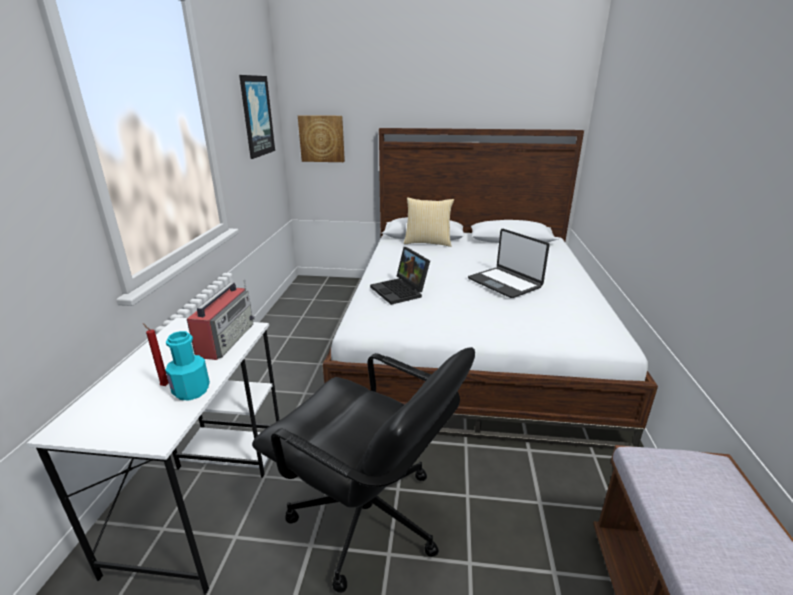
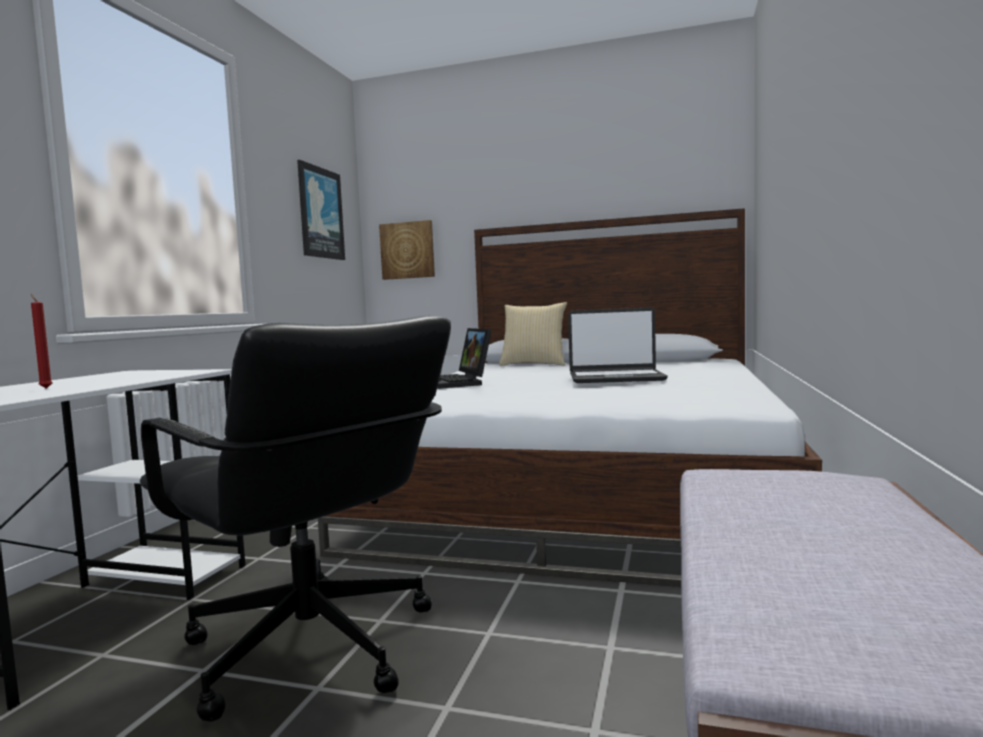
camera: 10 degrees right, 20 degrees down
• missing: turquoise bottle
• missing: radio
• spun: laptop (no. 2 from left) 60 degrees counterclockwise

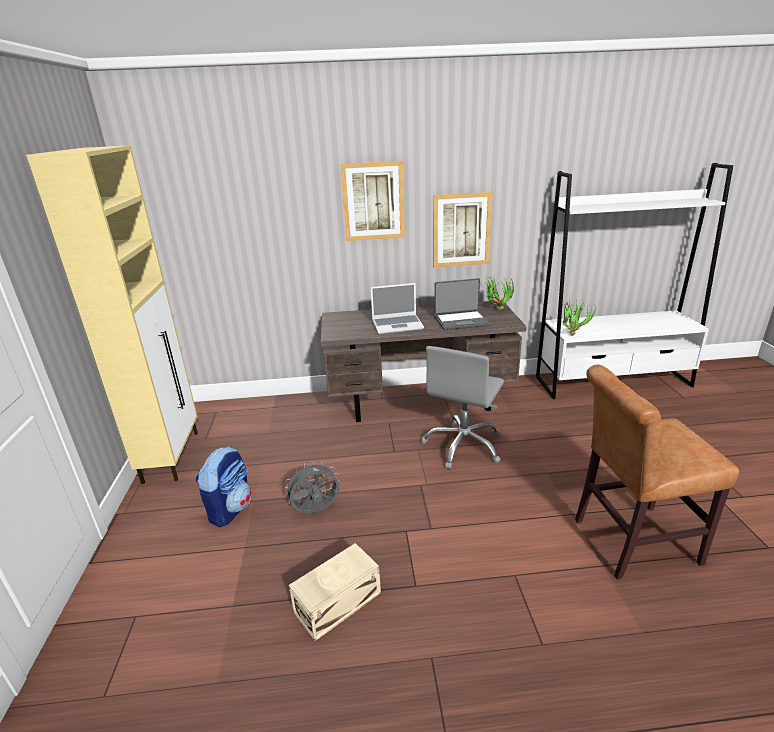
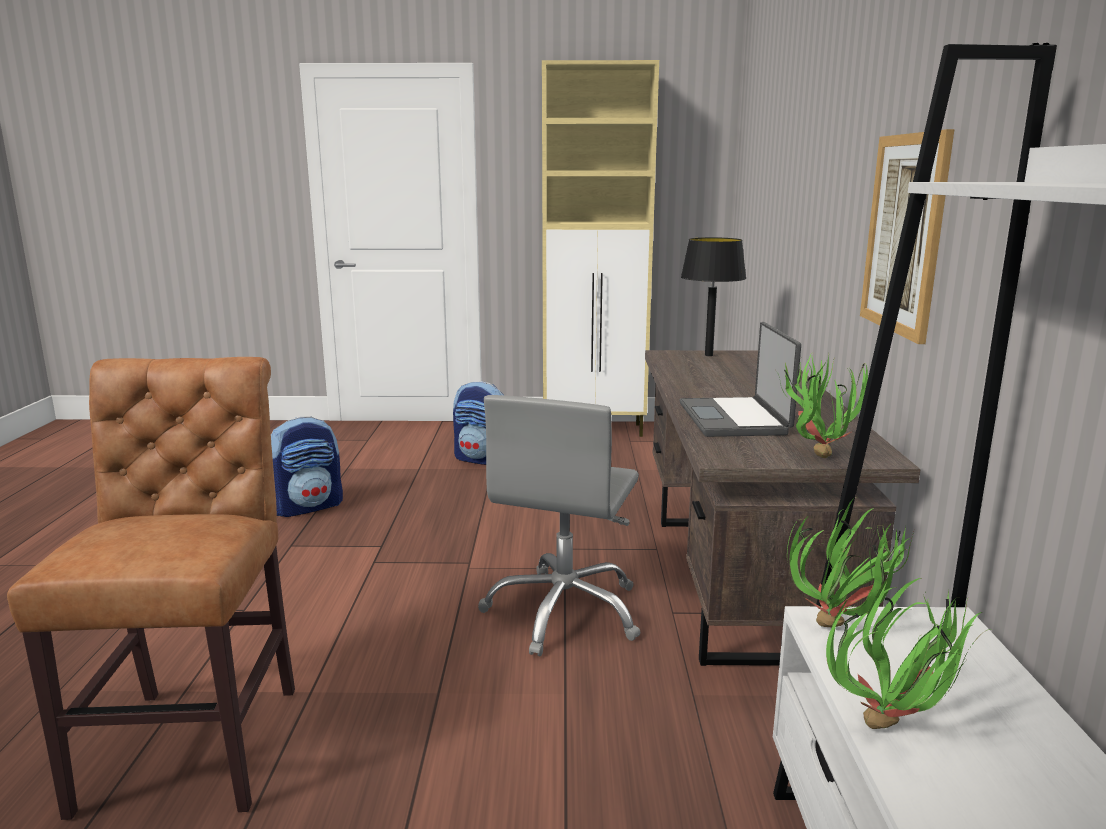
camera: 95 degrees right, 10 degrees down
• missing: grey fan
• missing: picture (no. 1 from left)
• missing: laptop (no. 1 from left)
• appeared: black table lamp
• appeared: potted plant (no. 3 from left)
• exchanged: beige storage box to backpack (no. 1 from left)
• spun: grey office chair 105 degrees counterclockwise

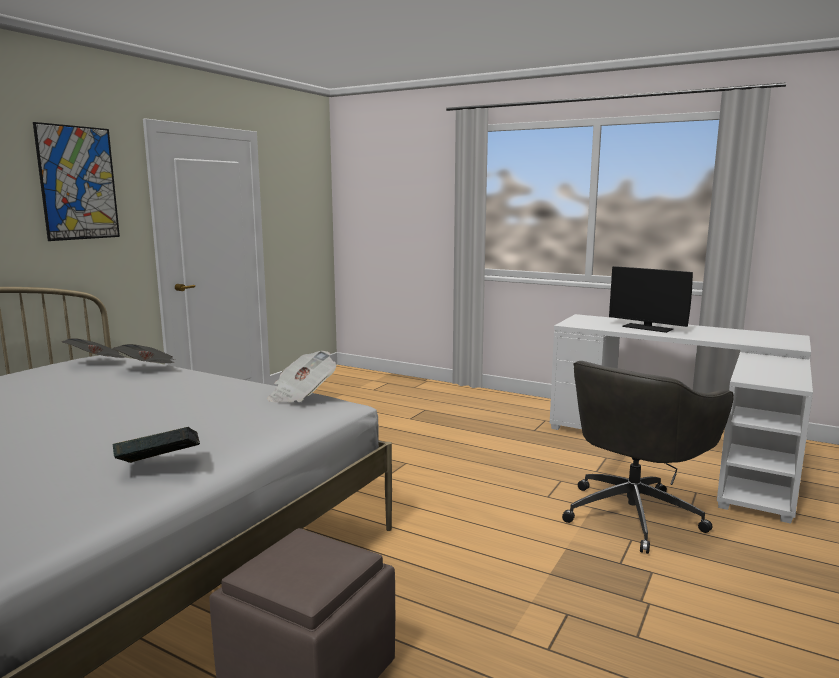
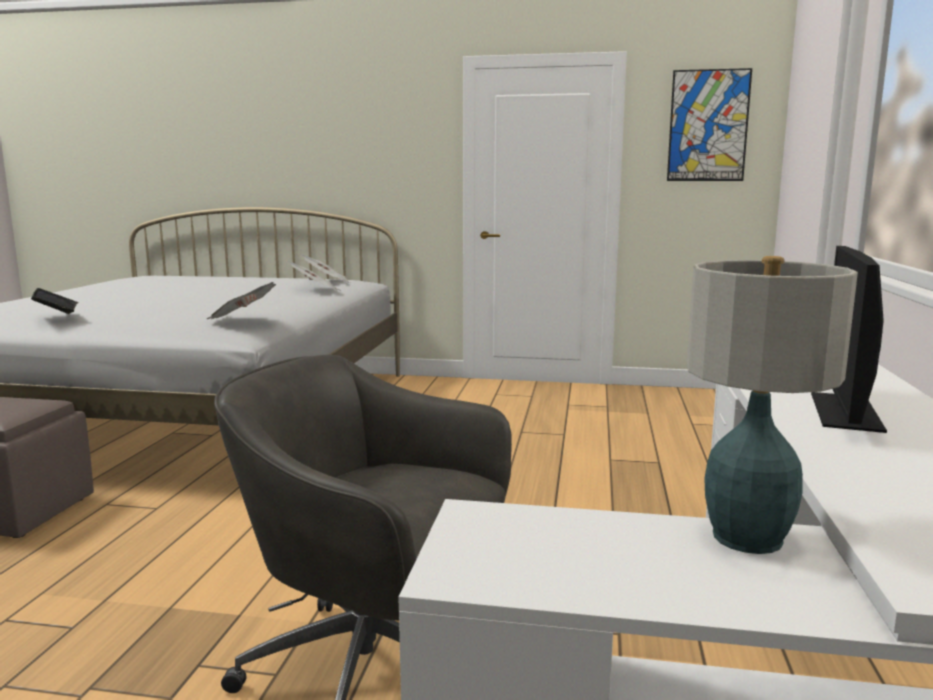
camera: 70 degrees right, 0 degrees up
• appeared: table lamp
• relocated: picture

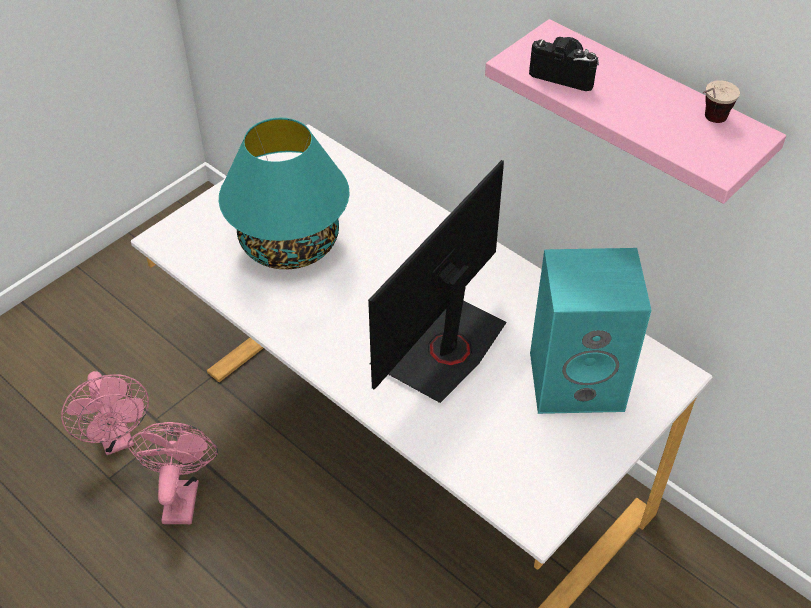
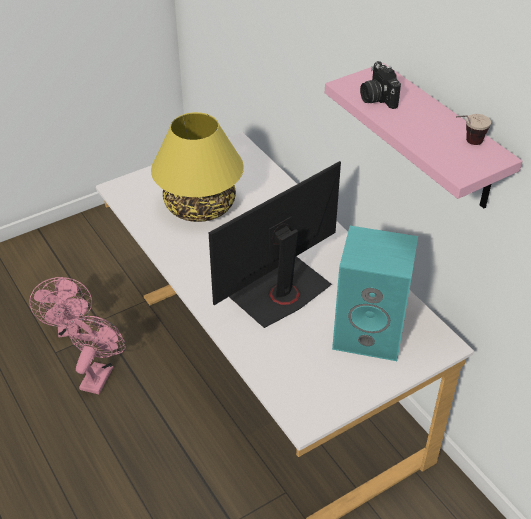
camera: 15 degrees right, 5 degrees down
• colour: turquoise table lamp to yellow table lamp
• spun: photo camera 150 degrees counterclockwise

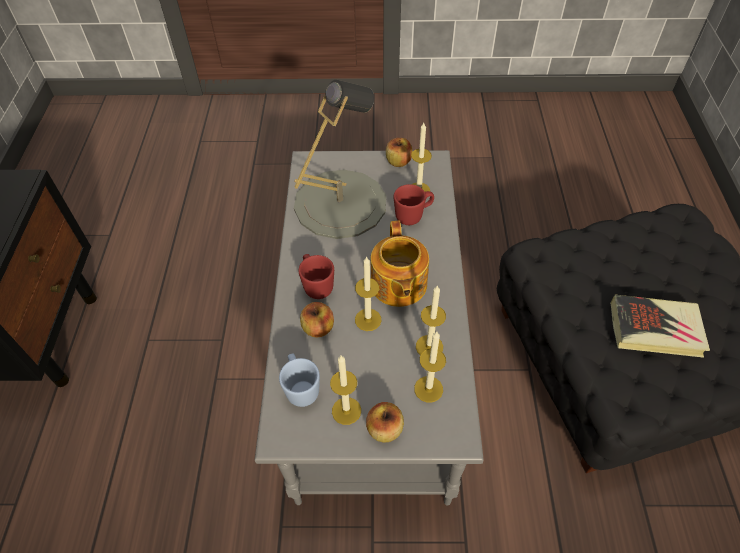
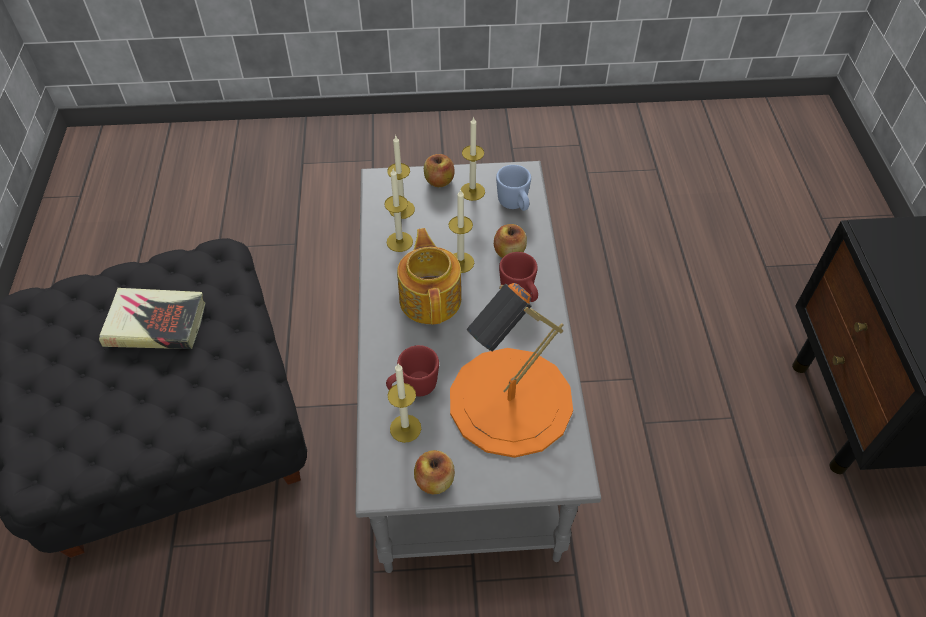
camera: 175 degrees right, 0 degrees up
• colour: grey table lamp to orange table lamp

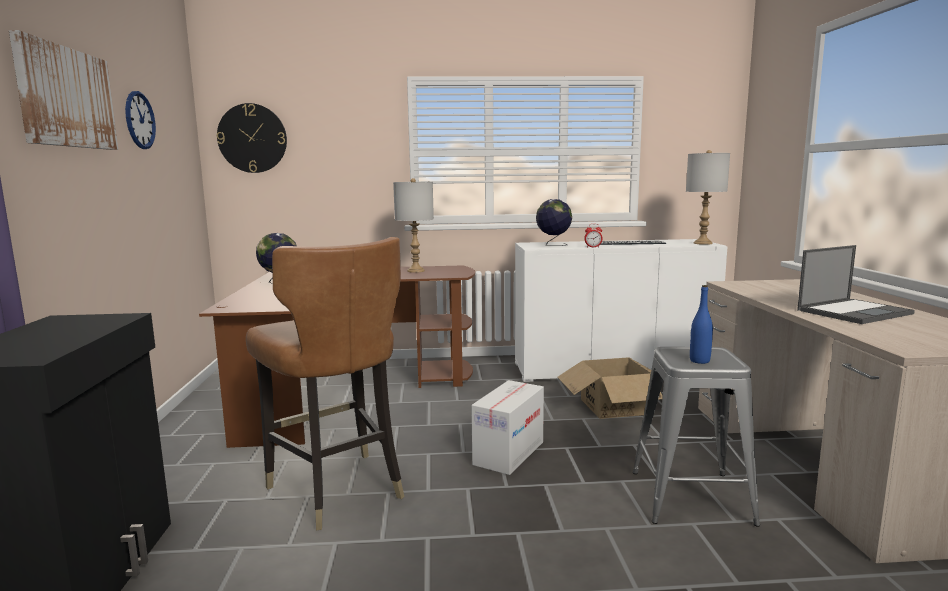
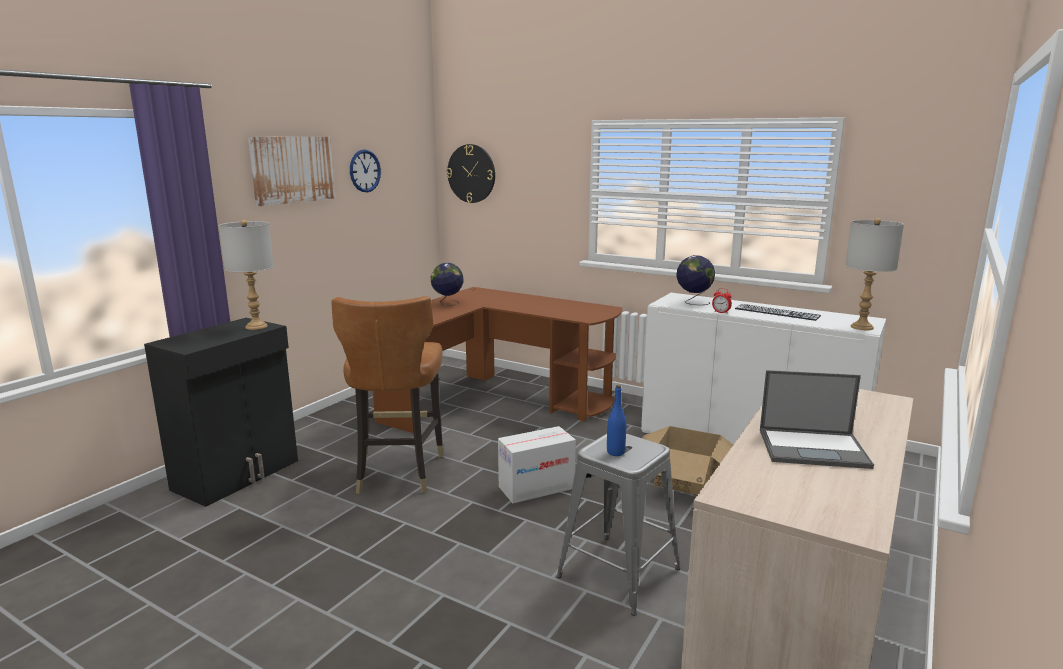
camera: 35 degrees right, 5 degrees up
• relocated: grey table lamp (no. 1 from left)

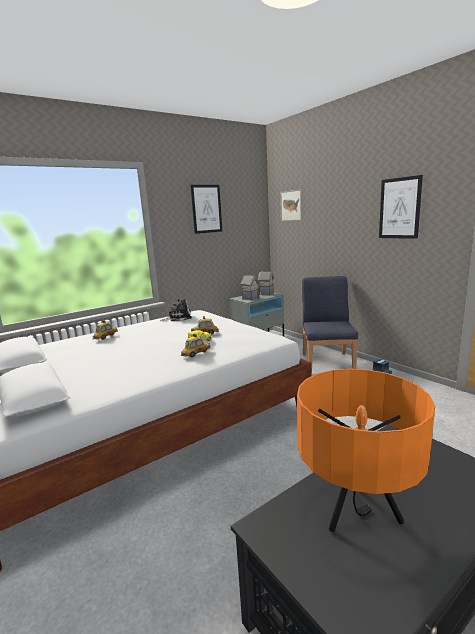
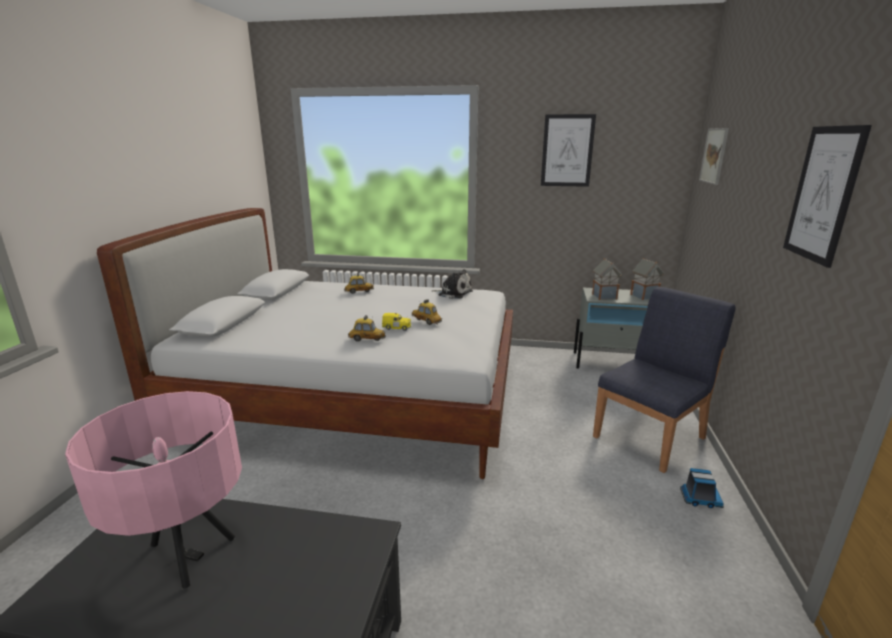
camera: 45 degrees right, 5 degrees up
• colour: orange table lamp to pink table lamp

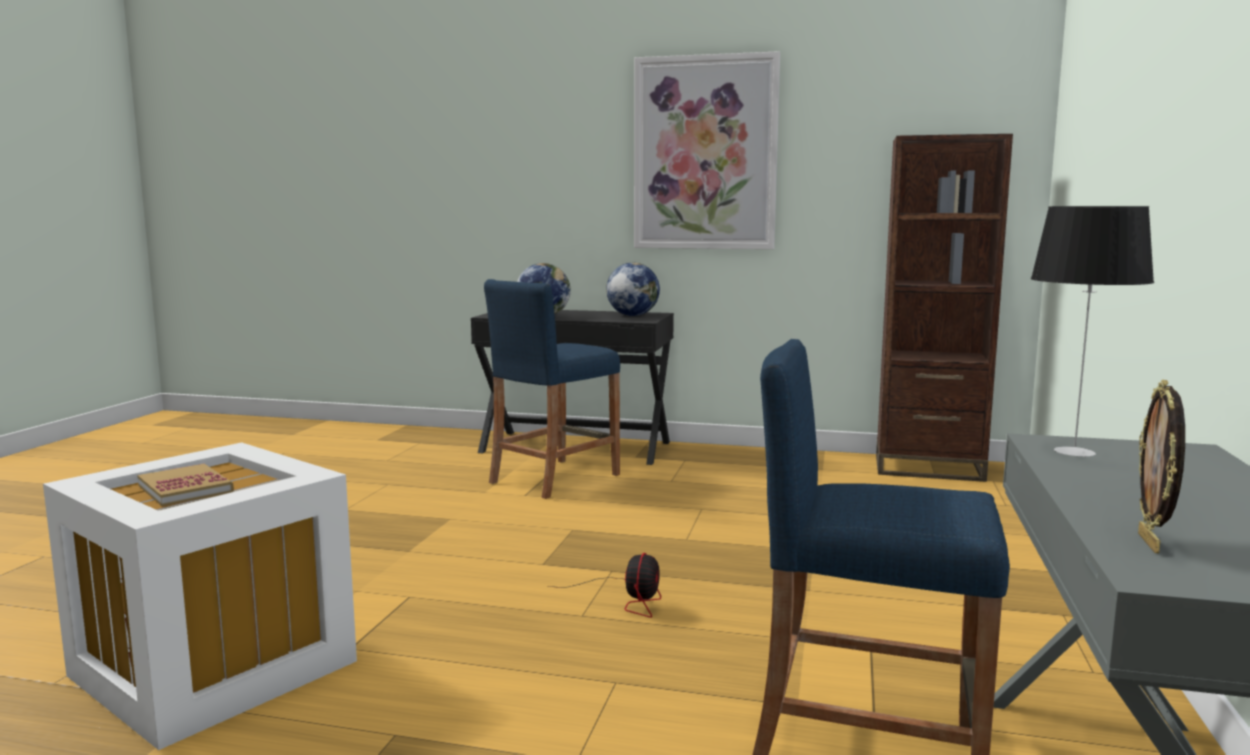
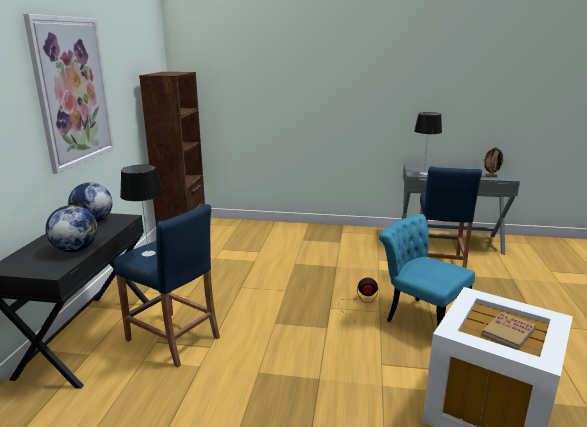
camera: 95 degrees left, 10 degrees up
• appeared: table lamp (no. 1 from left)
• appeared: turquoise chair

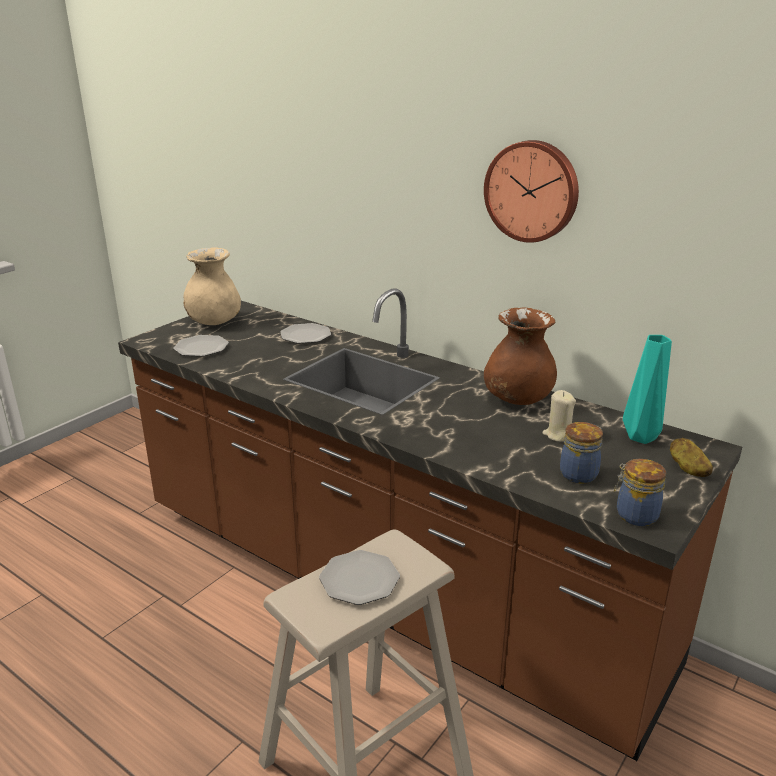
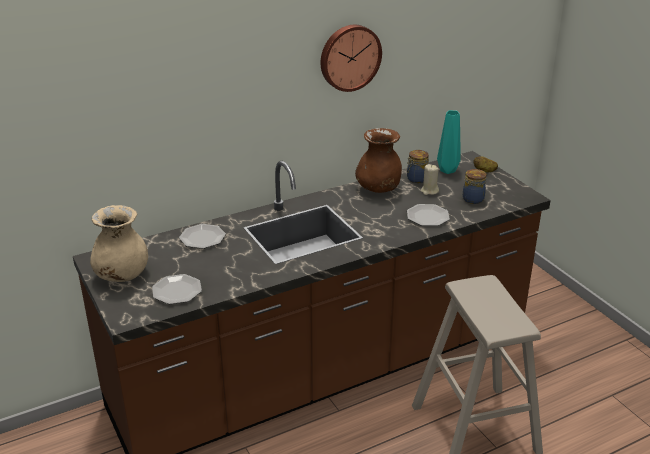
camera: 65 degrees left, 5 degrees up
• relocated: plate (no. 3 from left)
• relocated: jar (no. 2 from left in the first image) to jar (no. 1 from left)

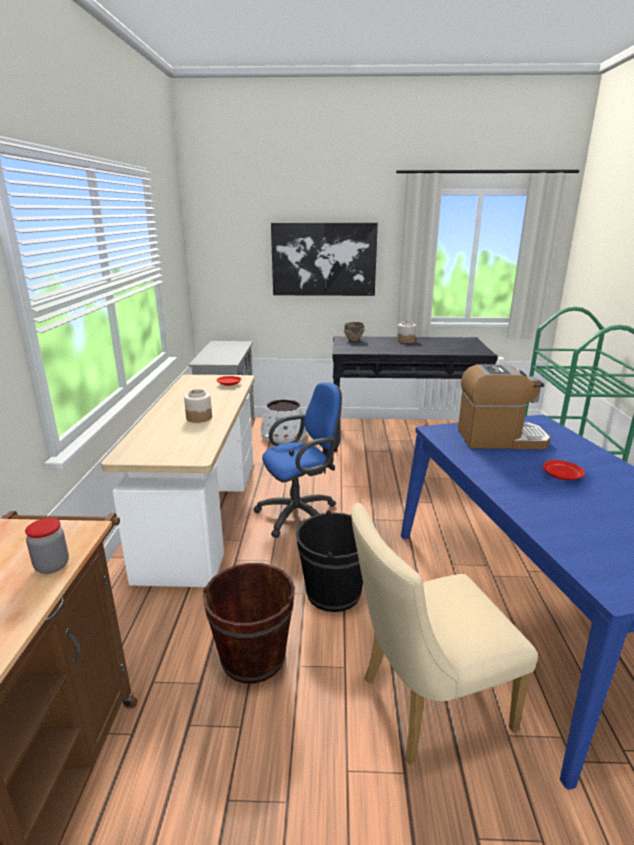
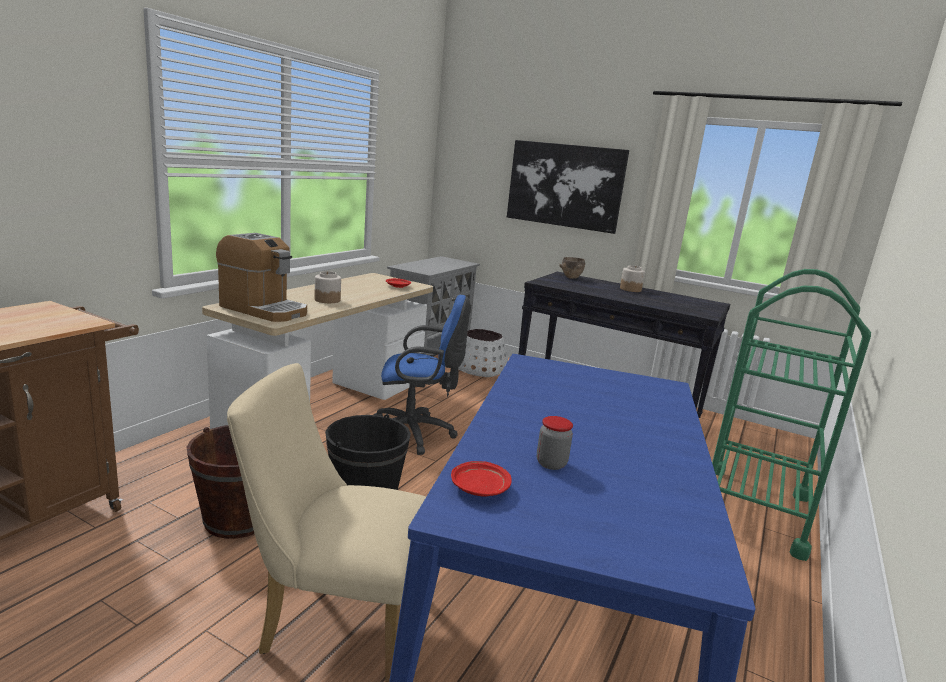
camera: 25 degrees right, 5 degrees down
• relocated: jar (no. 1 from left in the first image) to jar (no. 2 from left)
• relocated: coffee machine
• relocated: red plate (no. 2 from left)

